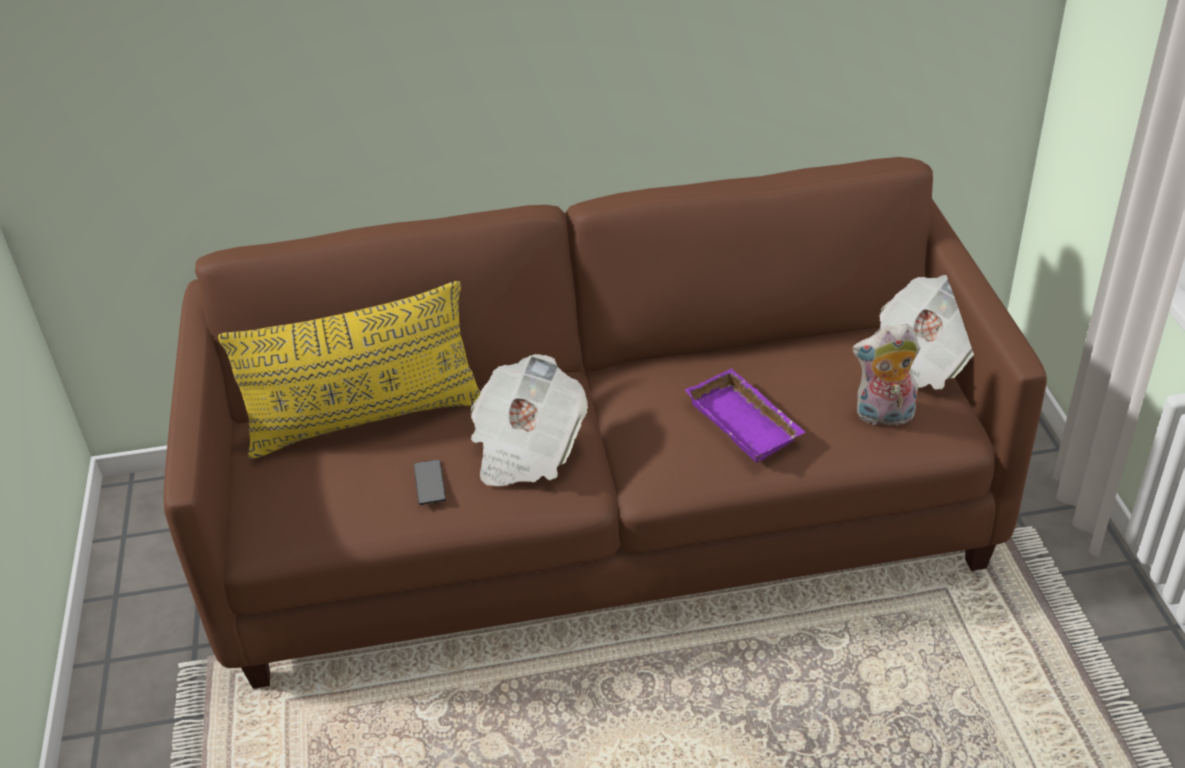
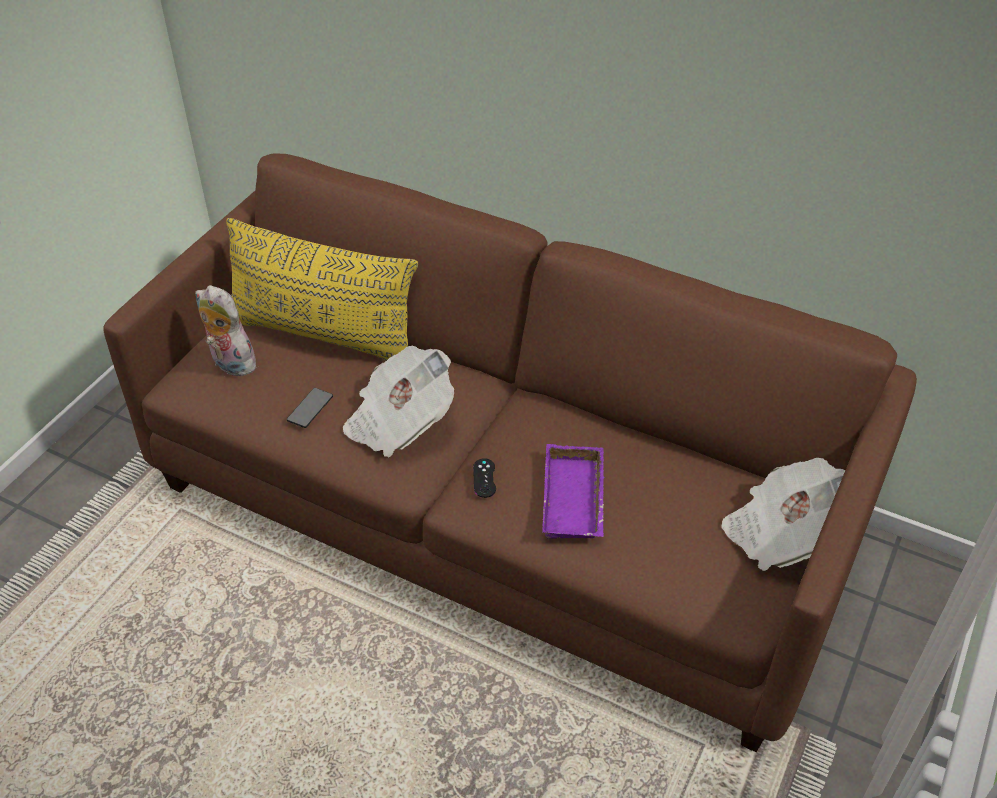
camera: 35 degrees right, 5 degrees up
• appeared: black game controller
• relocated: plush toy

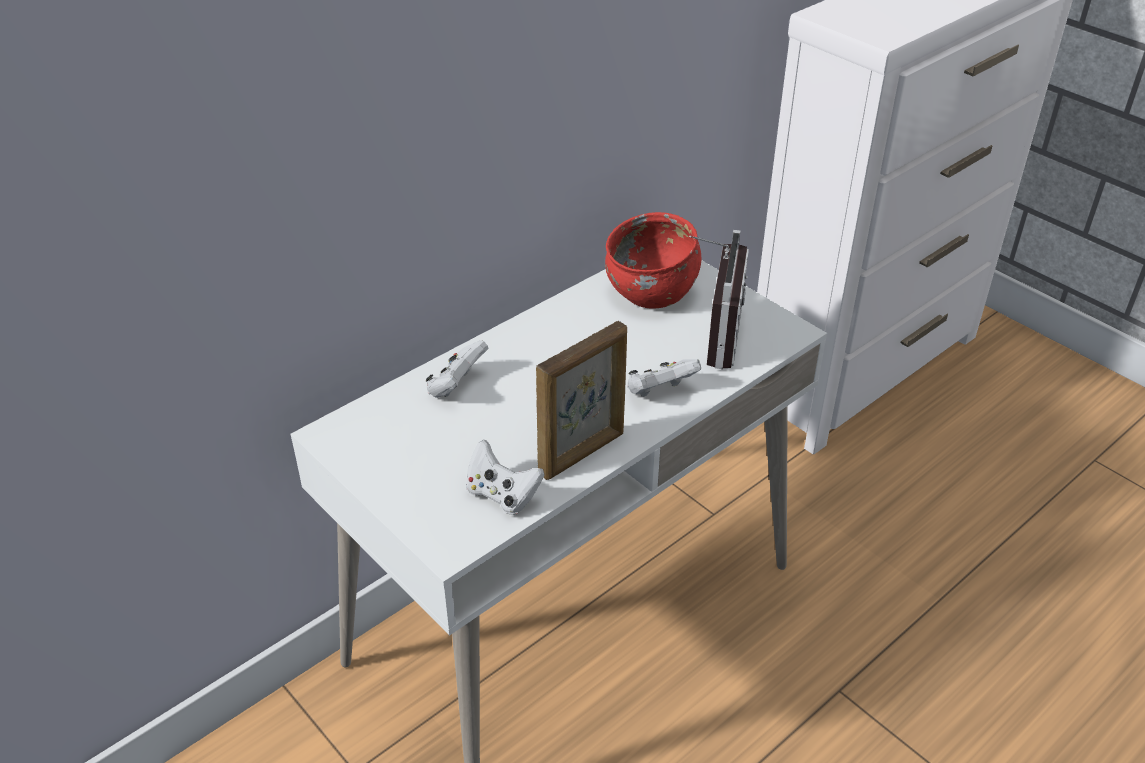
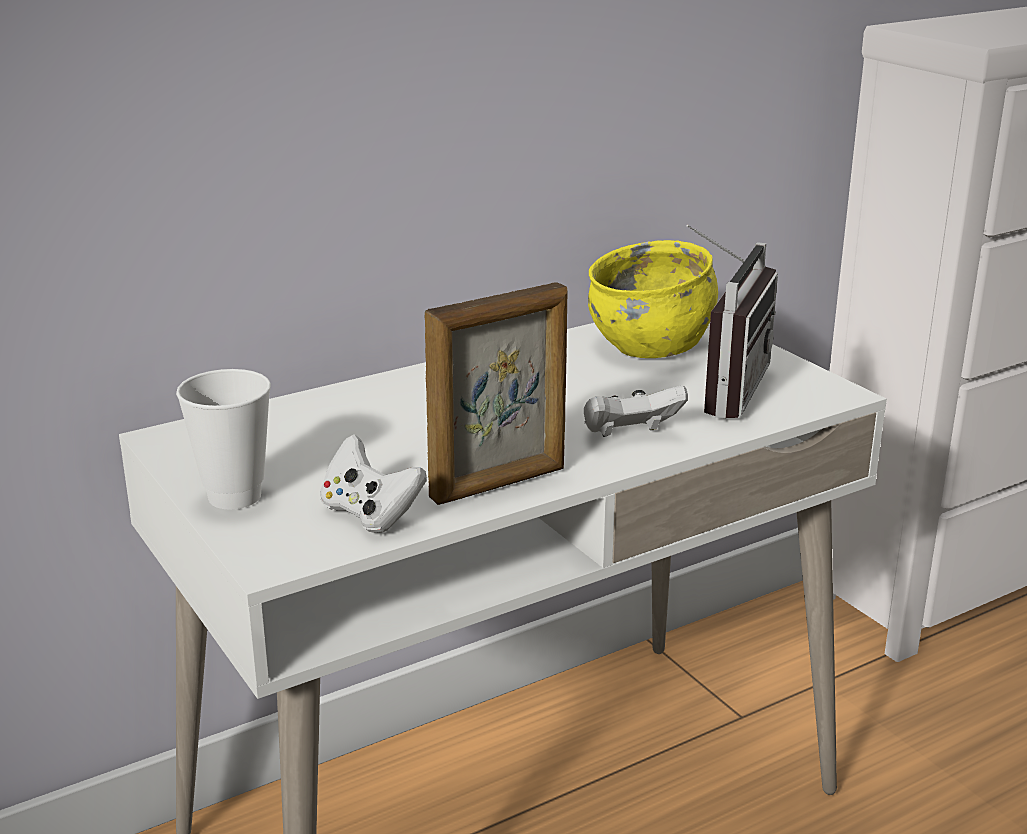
camera: 10 degrees right, 15 degrees down
• missing: white game controller (no. 1 from left)
• appeared: cup
• colour: red bowl to yellow bowl

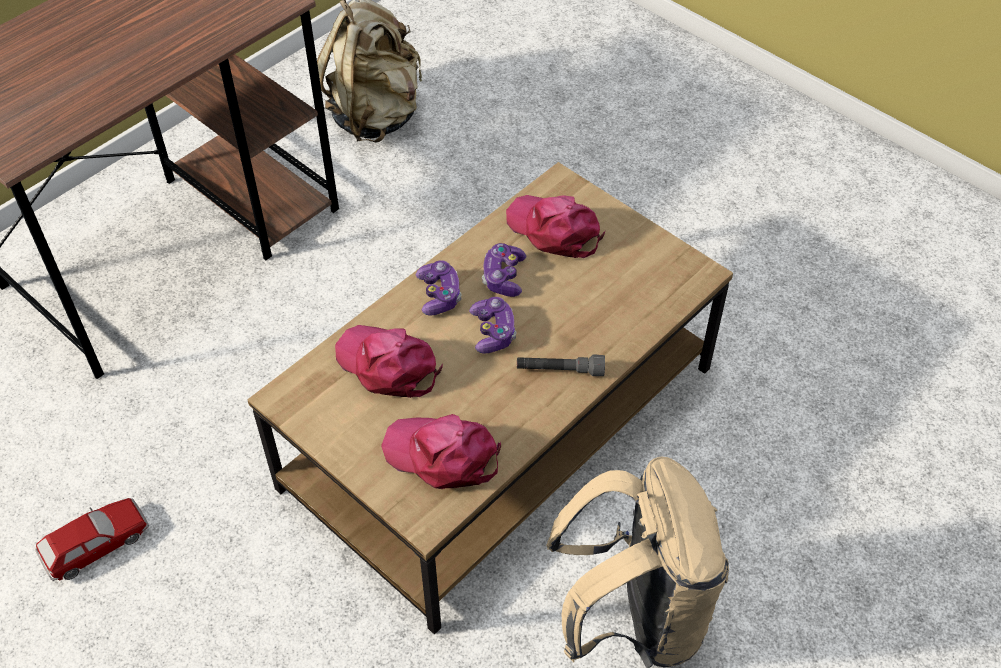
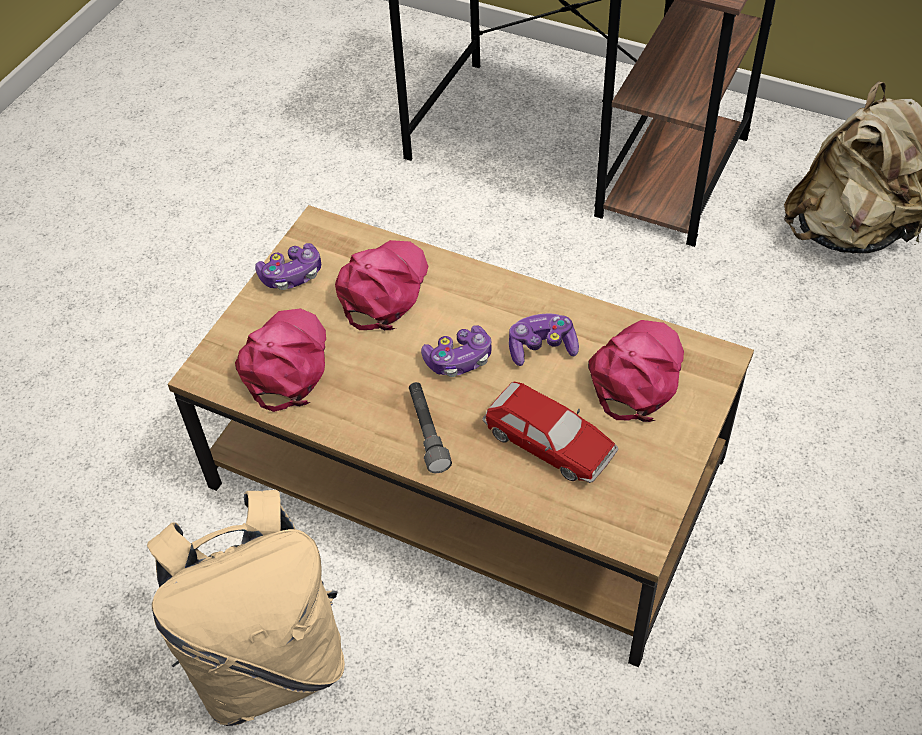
camera: 75 degrees right, 0 degrees up
• relocated: toy car
• relocated: game controller (no. 1 from left)

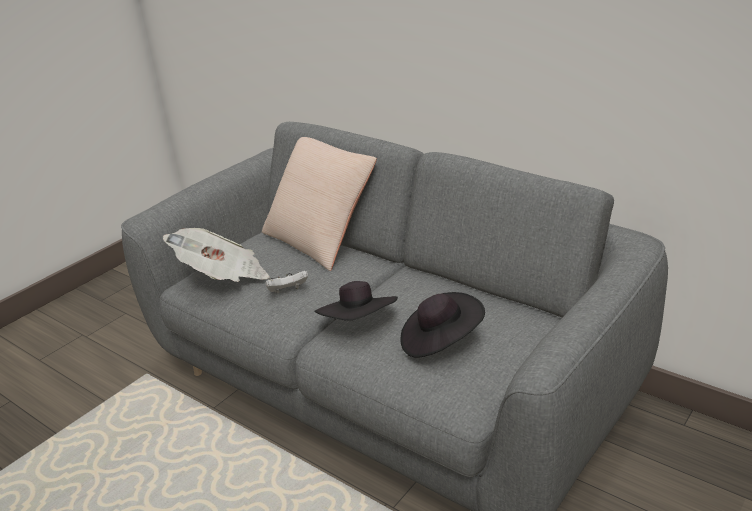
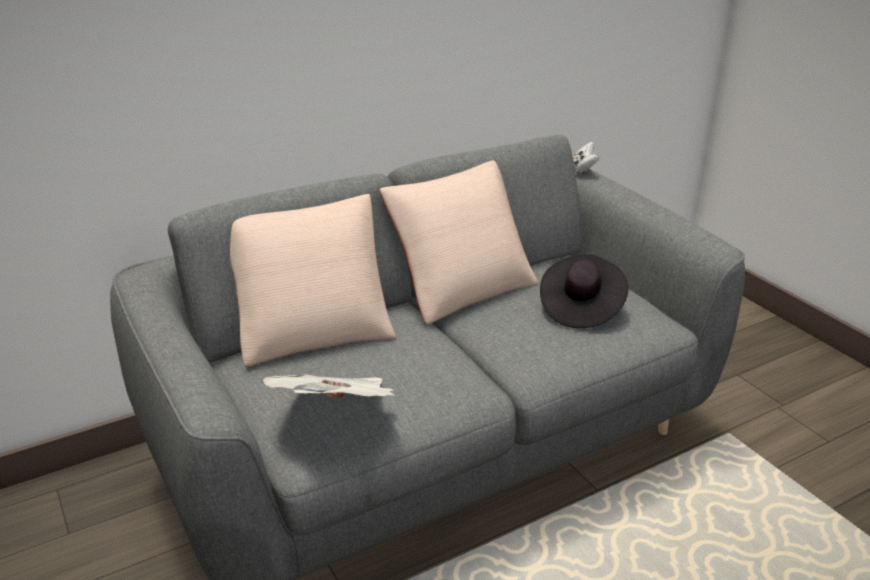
camera: 70 degrees left, 0 degrees up
• missing: black hat (no. 1 from left)
• appeared: beige pillow (no. 2 from left)
• relocated: white game controller

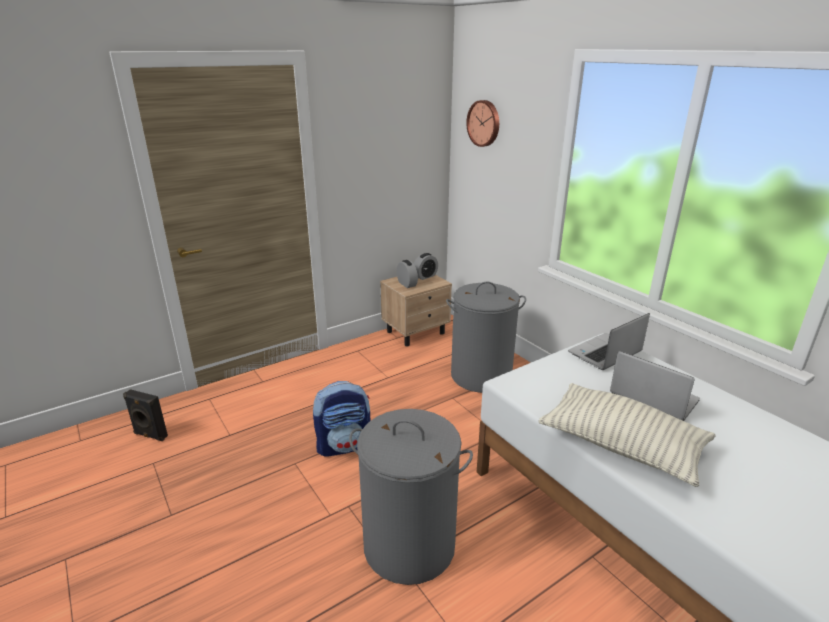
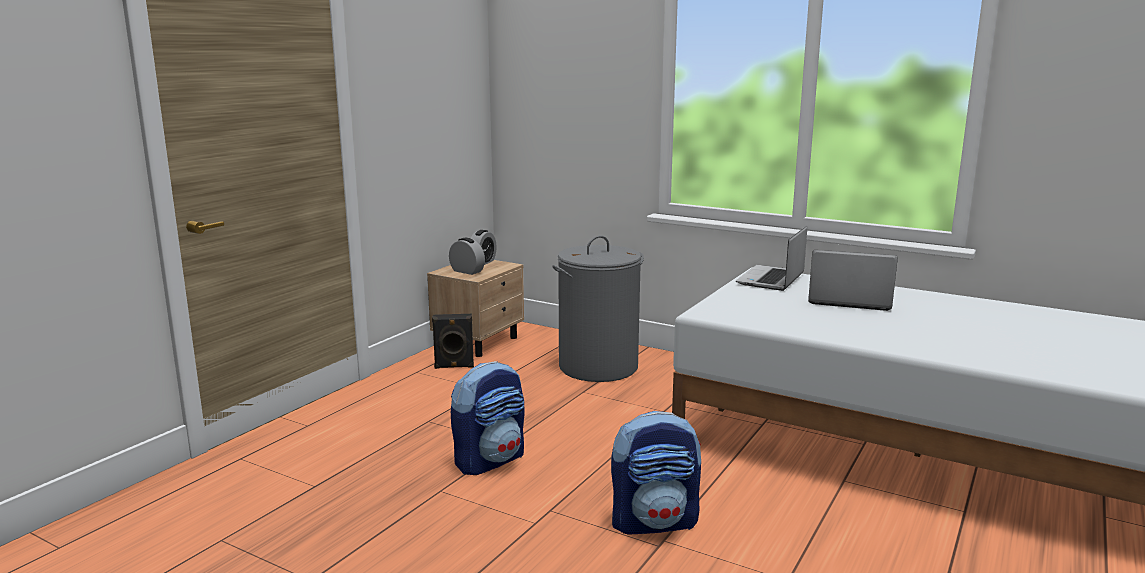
camera: 25 degrees left, 10 degrees down
• missing: wall clock
• missing: pillow
• relocated: black speaker
• exchanged: grey laundry basket (no. 1 from left) to backpack (no. 2 from left)

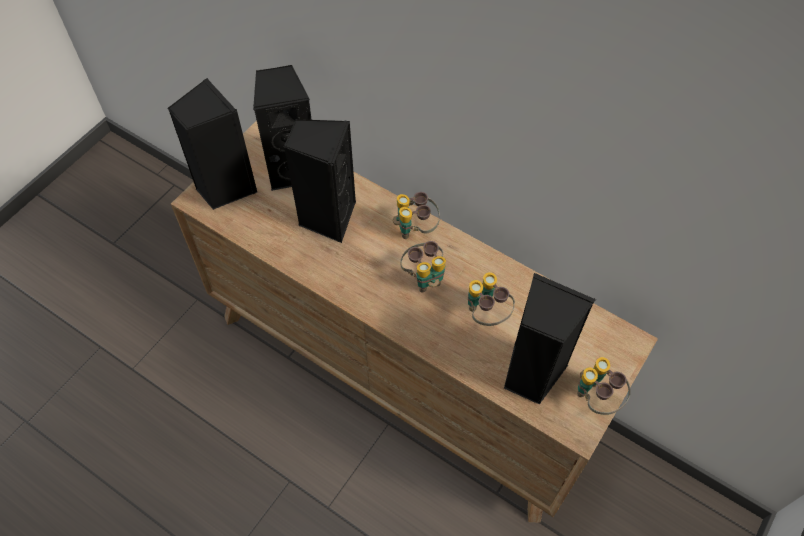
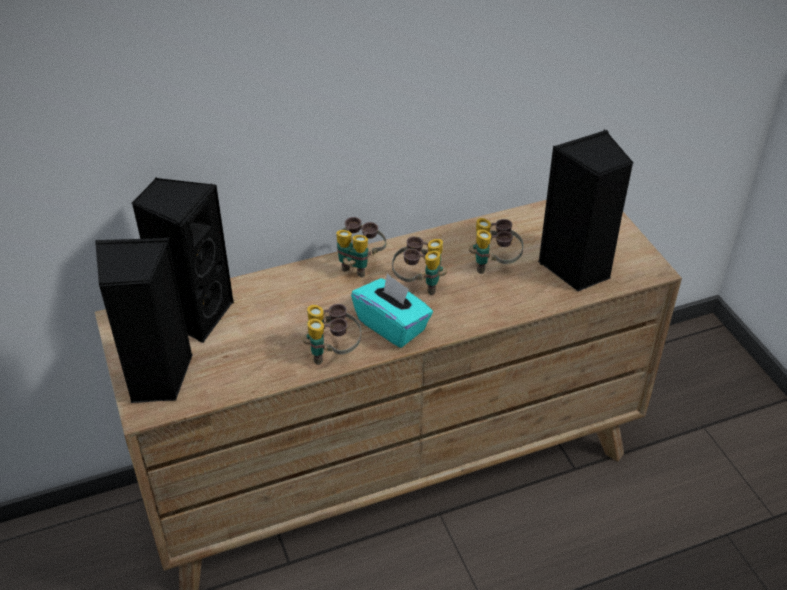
camera: 55 degrees left, 15 degrees down
• missing: black speaker (no. 3 from left)
• appeared: turquoise tissue box
• relocated: binoculars (no. 4 from left in the first image) to binoculars (no. 1 from left)

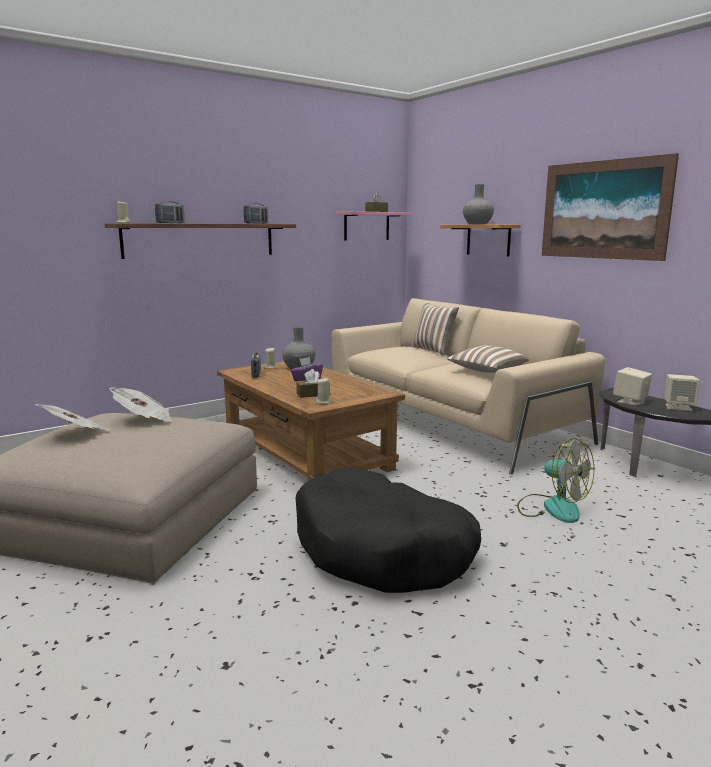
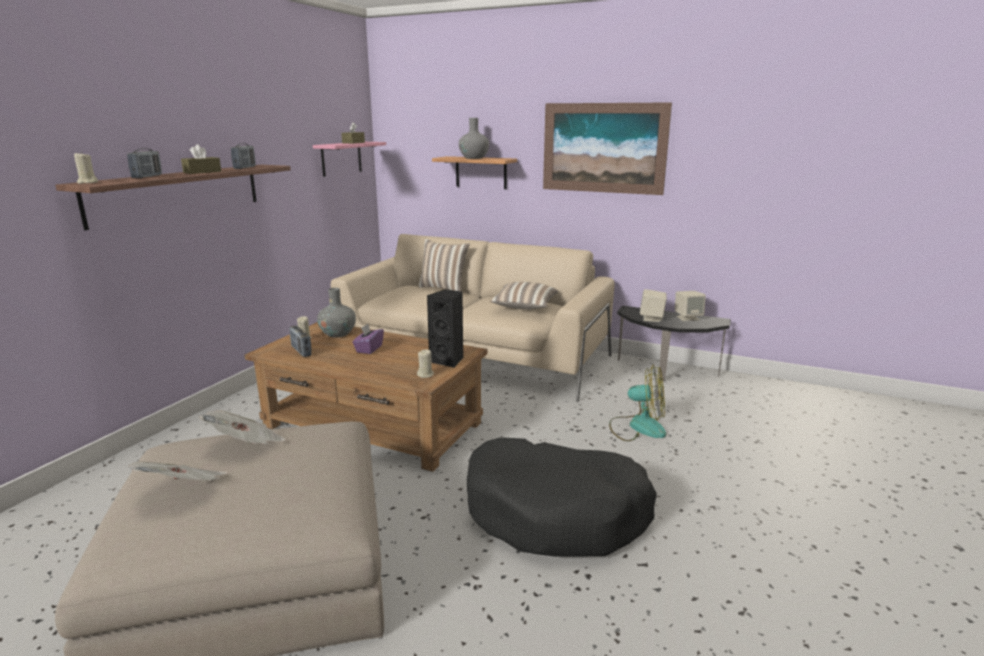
camera: 30 degrees left, 5 degrees up
• appeared: black speaker
• relocated: brown tissue box (no. 1 from left)

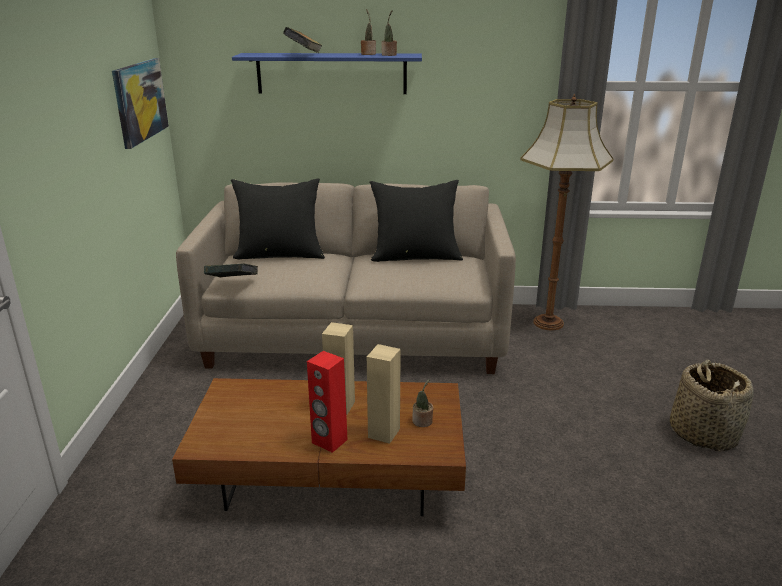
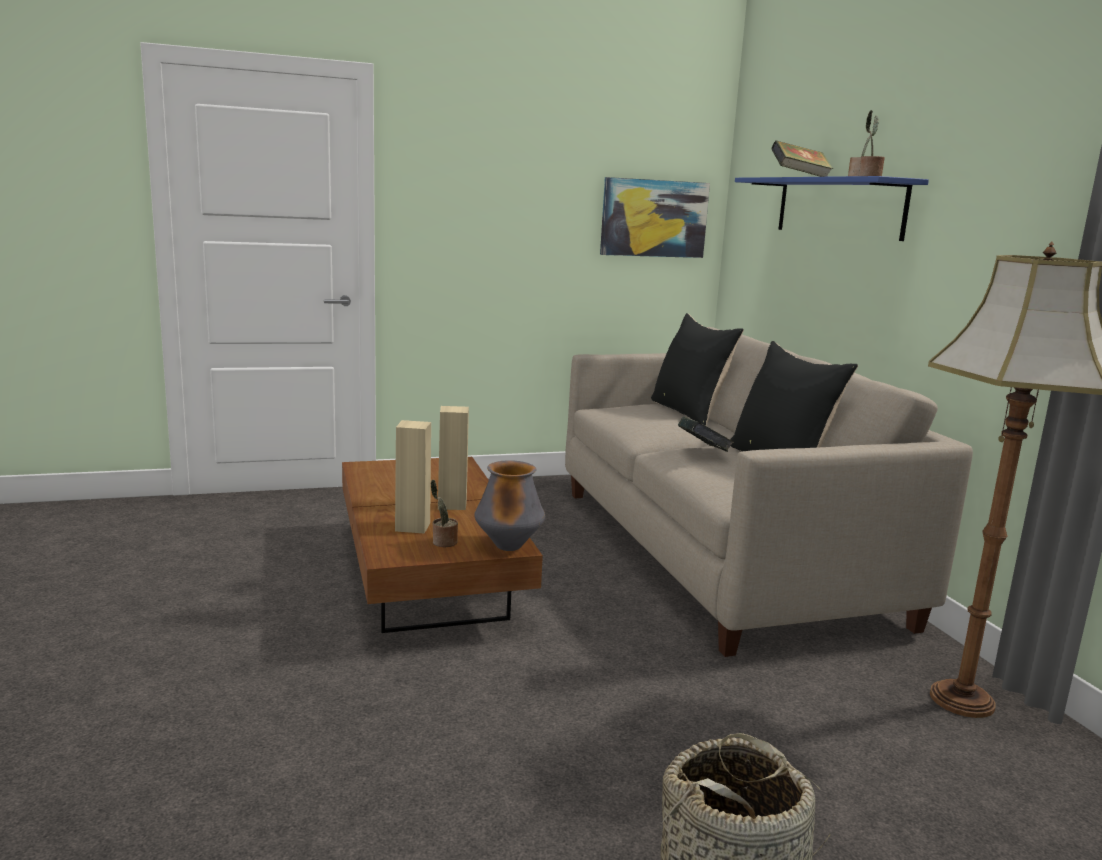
camera: 70 degrees right, 10 degrees down
• missing: red speaker
• appeared: vase
• relocated: book (no. 1 from left)

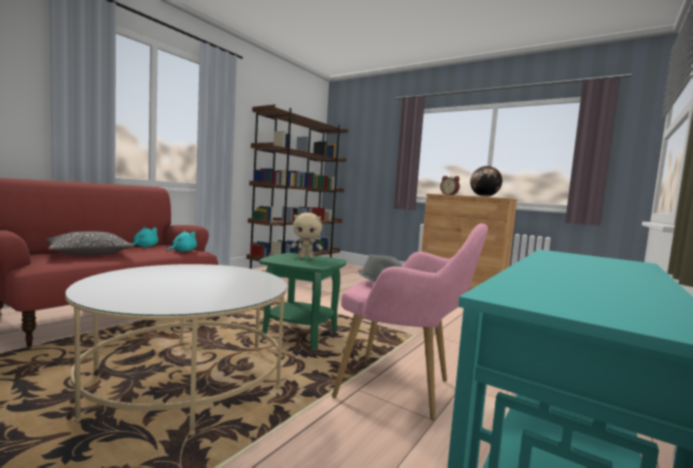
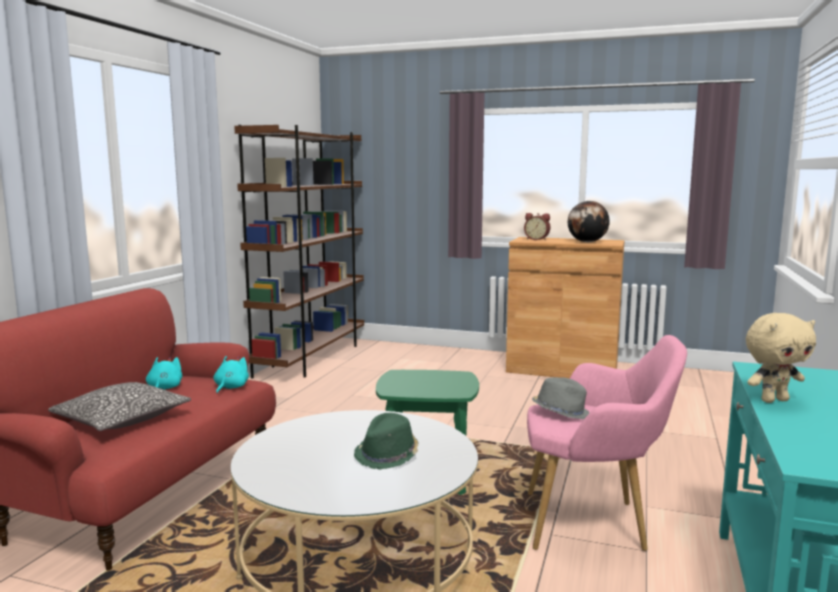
camera: 15 degrees left, 5 degrees up
• appeared: green hat
• relocated: beige plush toy

